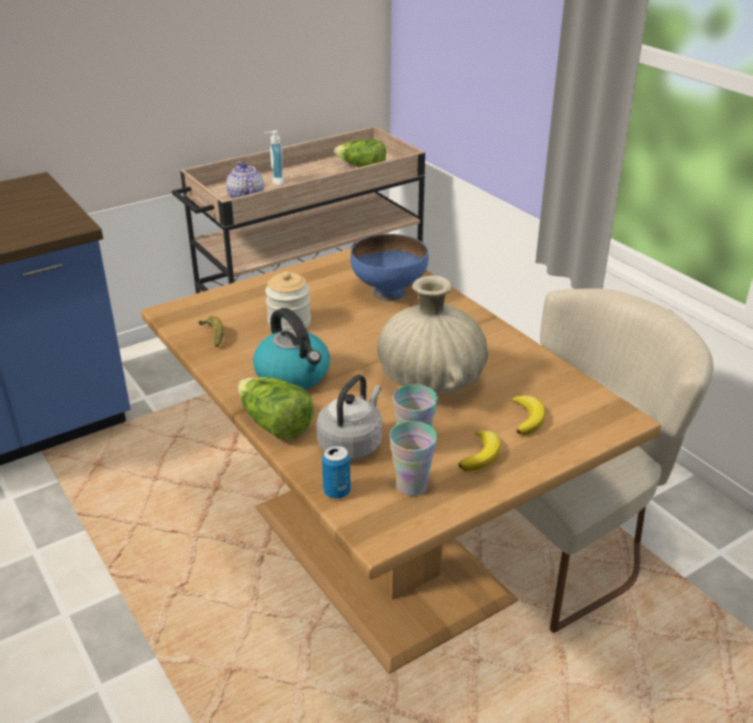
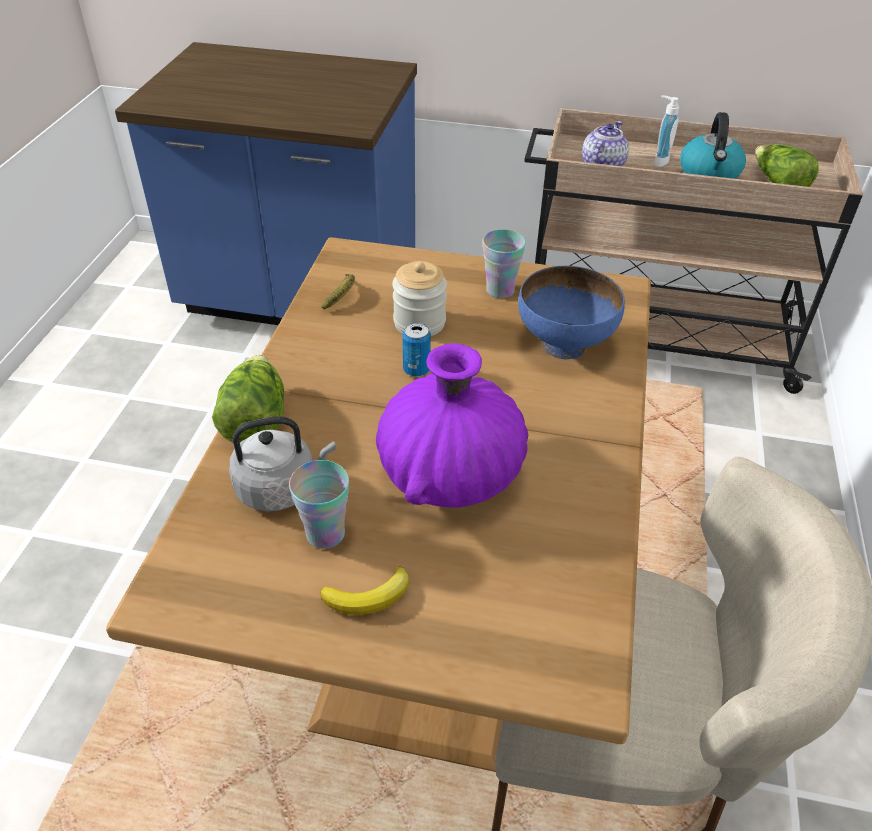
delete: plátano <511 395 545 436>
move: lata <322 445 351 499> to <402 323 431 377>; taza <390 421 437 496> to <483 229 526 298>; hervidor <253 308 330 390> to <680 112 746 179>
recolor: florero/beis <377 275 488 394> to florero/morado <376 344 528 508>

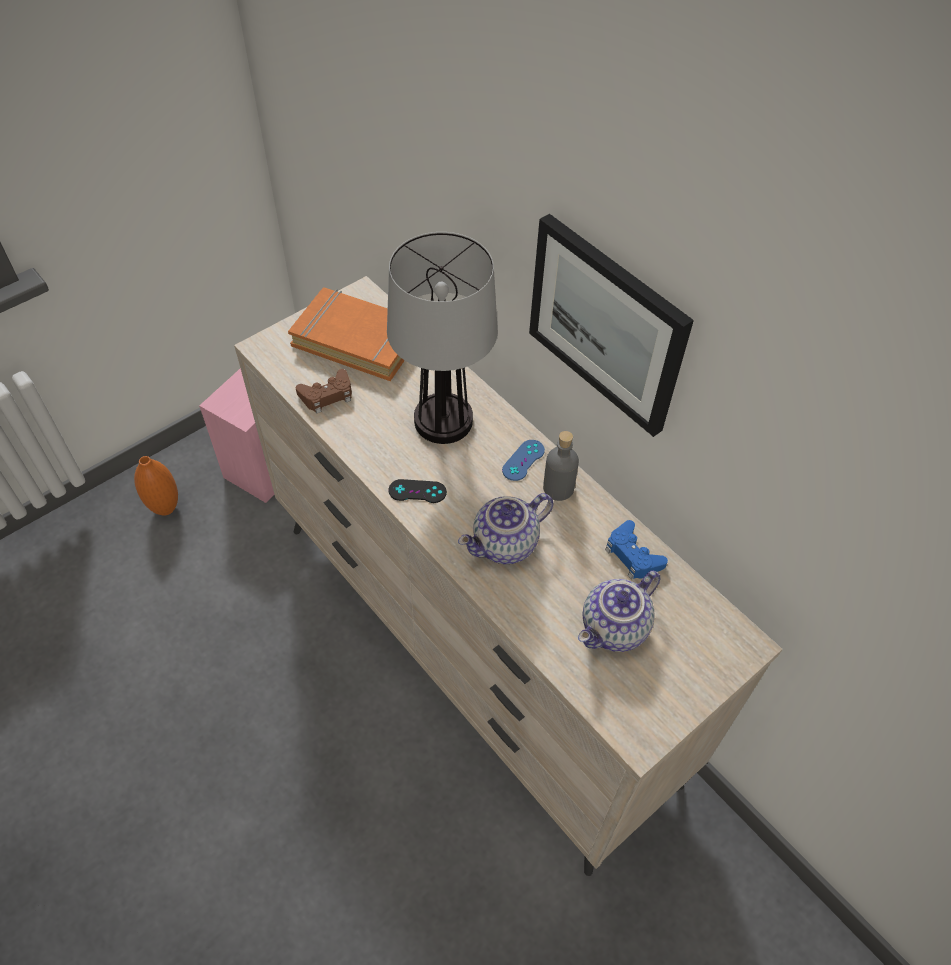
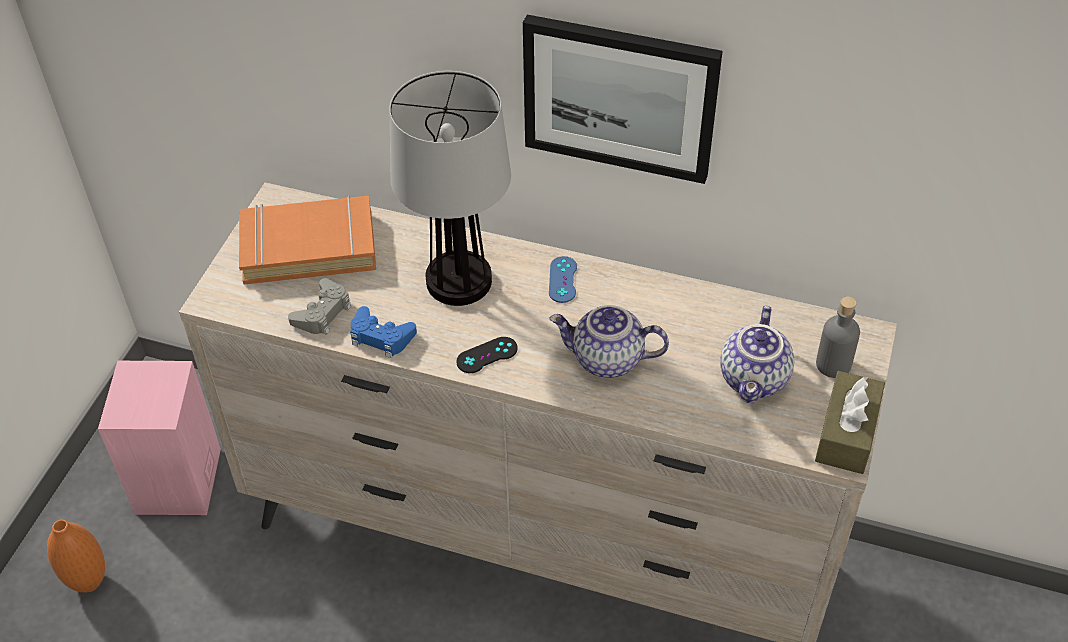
insert: caja de pañuelos/marrón <815 371 885 474>
move: mando de consola/azul <605 520 668 579> to <350 306 417 358>; botella/gris <543 431 579 501> to <816 296 860 378>
recolor: mando de consola/marrón <296 369 352 414> to mando de consola/gris <288 278 351 335>
rotate: tetera <458 493 553 564> = <549 305 669 378> 75 degrees clockwise

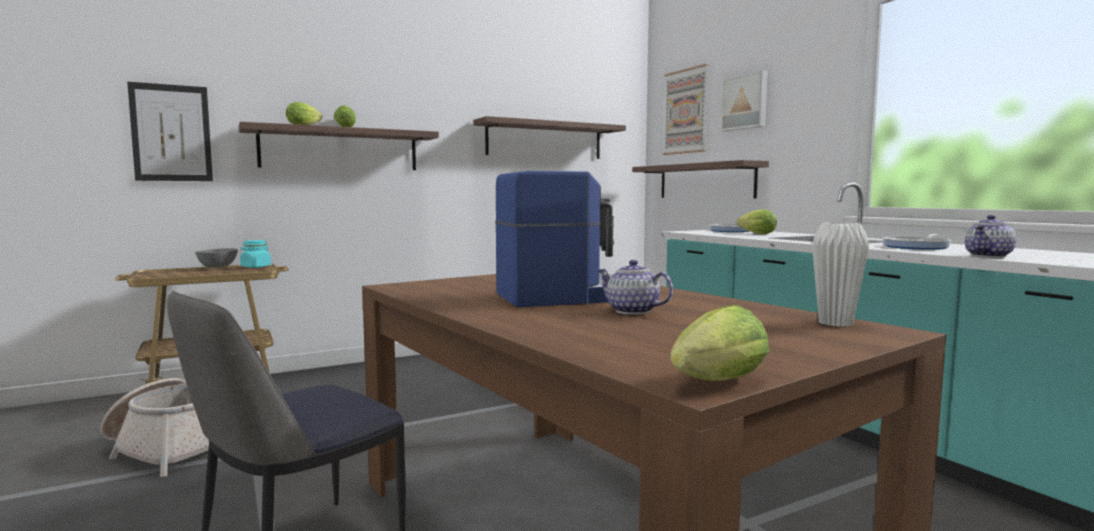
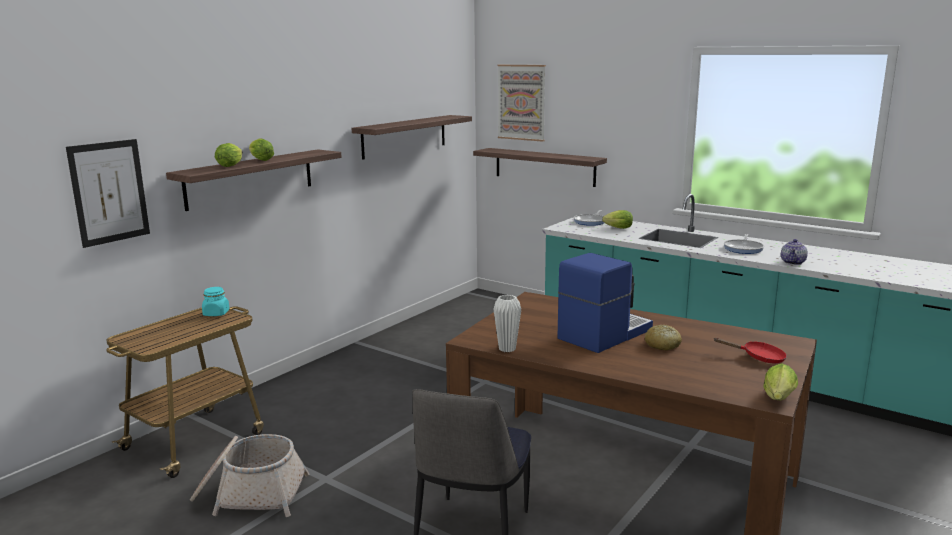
delete: cuenco/gris <195 248 238 268>; cuadro <720 70 768 131>
insert: sartén/rojo <713 338 787 363>
move: florero/blanco <812 222 869 327> to <493 295 521 352>
replace: tetera <597 260 673 315> to pan <645 325 682 350>

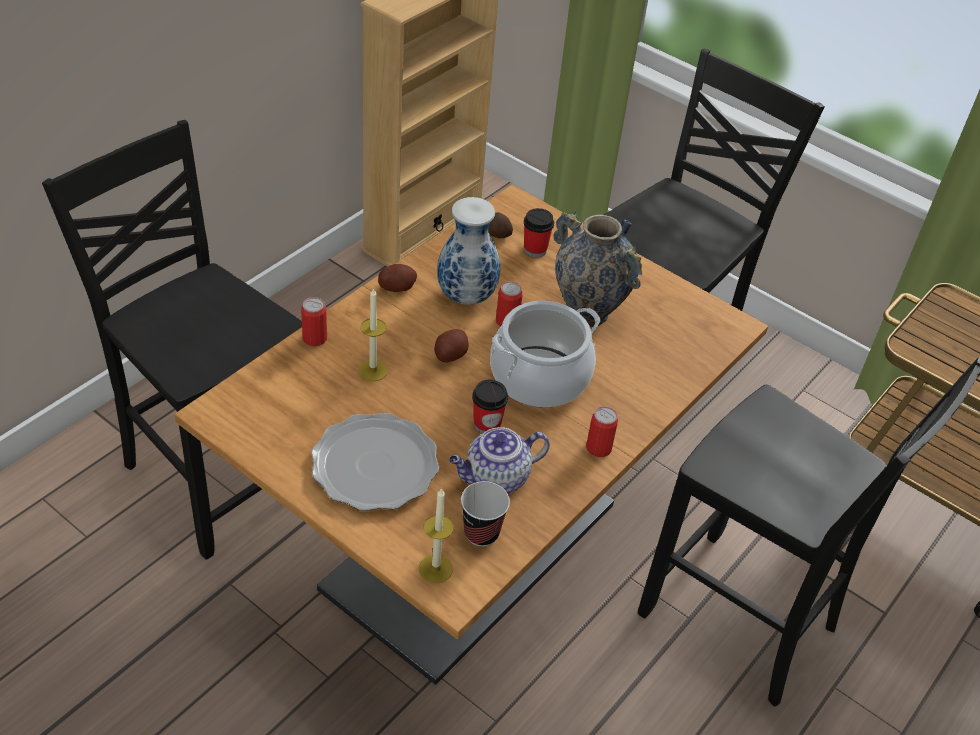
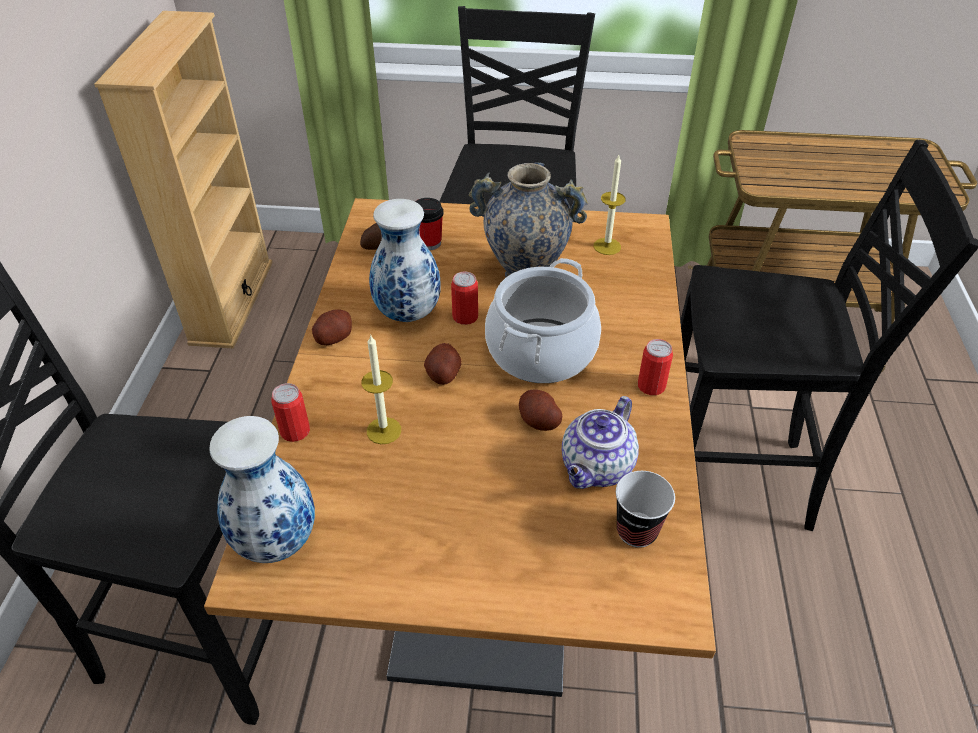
delete: plato <311 413 439 511>
insert: florero <209 416 315 563>
move: vela <419 488 454 583> to <594 155 626 255>
replace: taza <472 379 508 434> to patata <519 389 562 431>

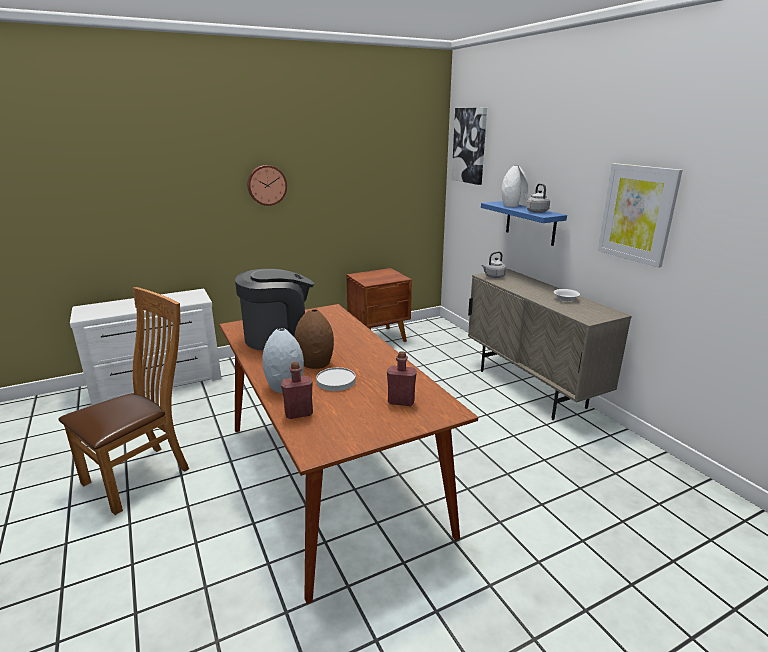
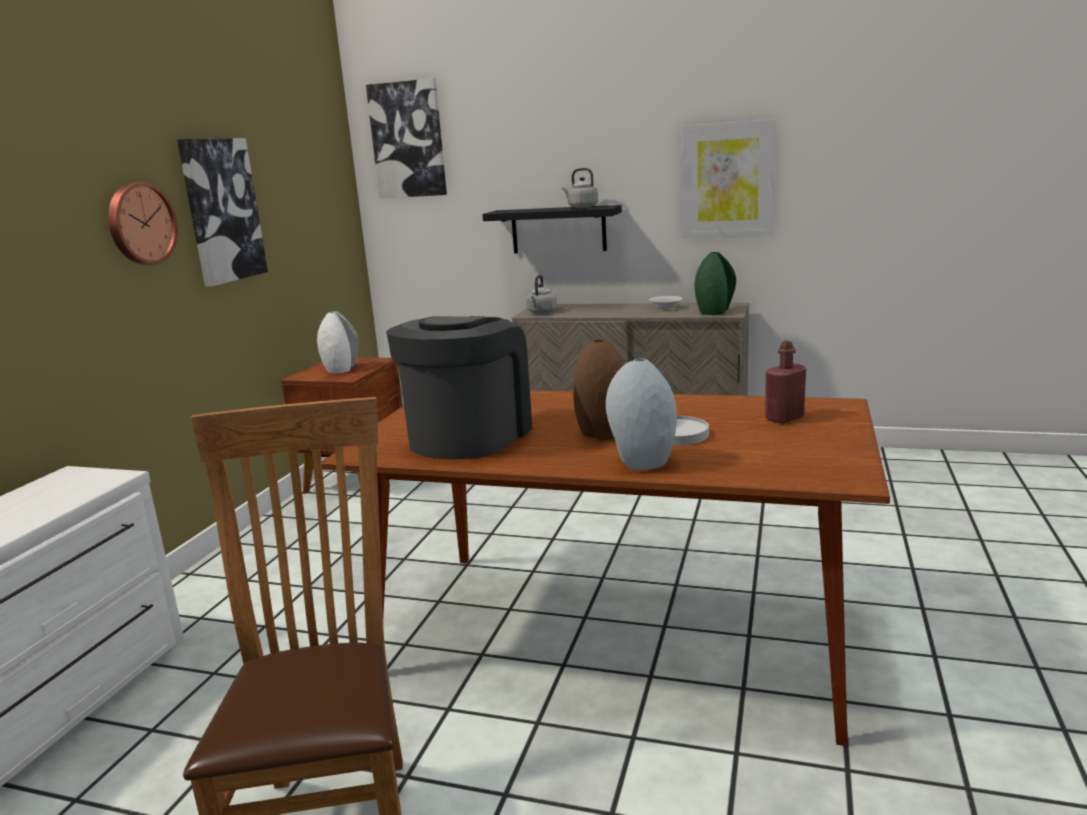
delete: botella/rojo <281 362 313 419>
insert: cuadro <177 138 268 287>; florero/verde <694 252 736 315>
move: florero/blanco <501 165 528 207> to <317 311 359 374>
recolor: estante/azul <481 201 567 246> to estante/negro <482 205 622 253>

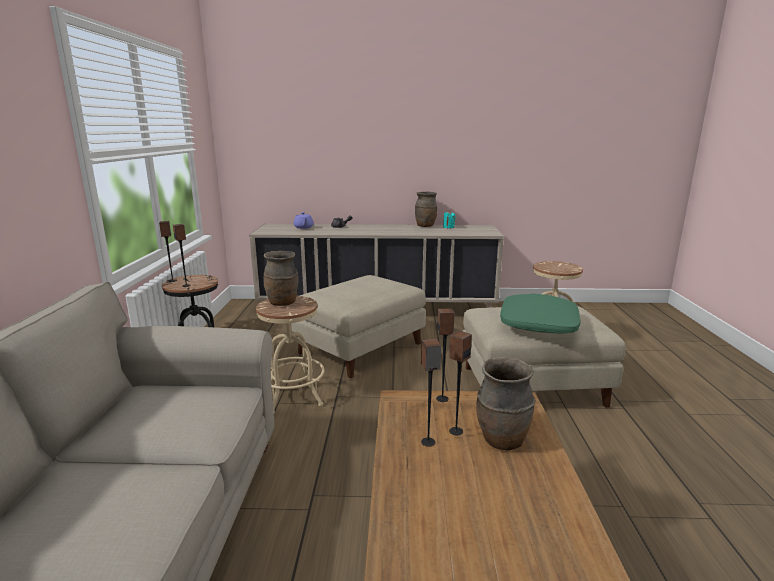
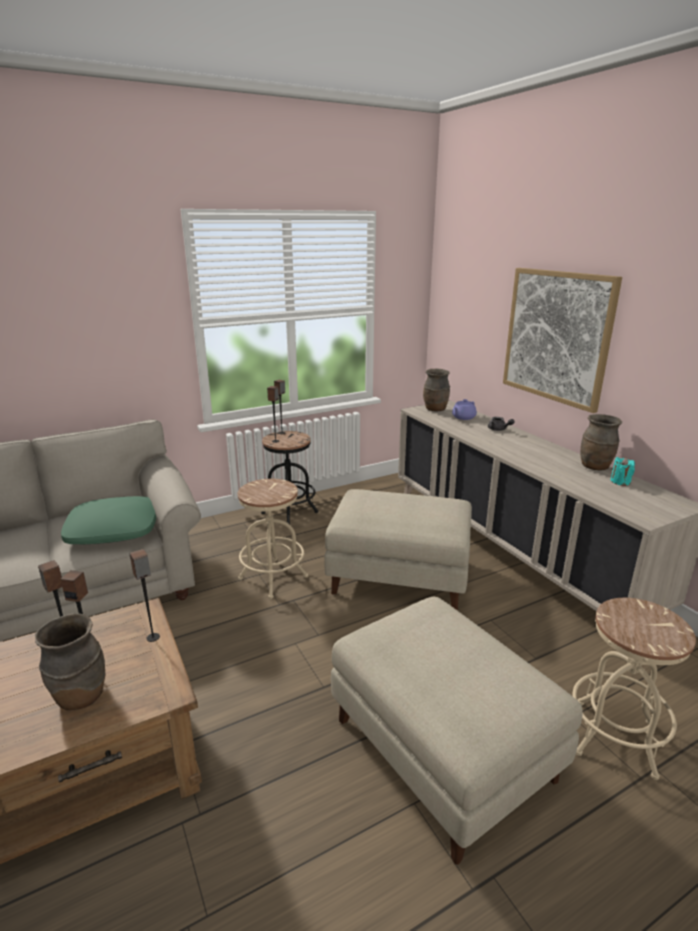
insert: cuadro <503 268 622 413>
move: cojín/verde <500 294 580 334> to <61 496 156 545>; florero/marrón <263 251 299 306> to <423 368 450 412>

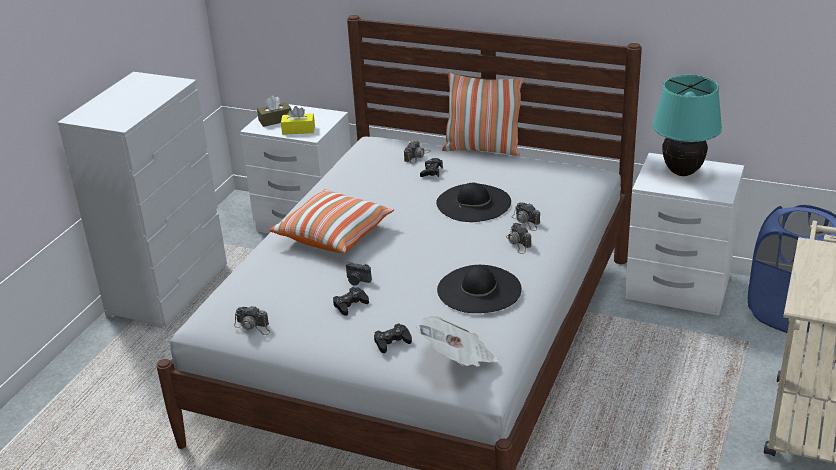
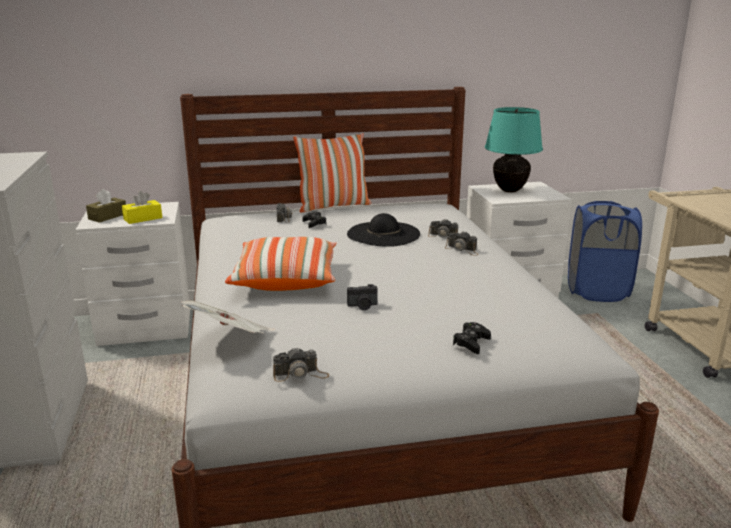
delete: mando de consola/negro <333 287 369 316>; sombrero/negro <437 265 522 313>
move: periódico <416 316 498 367> to <180 301 275 333>

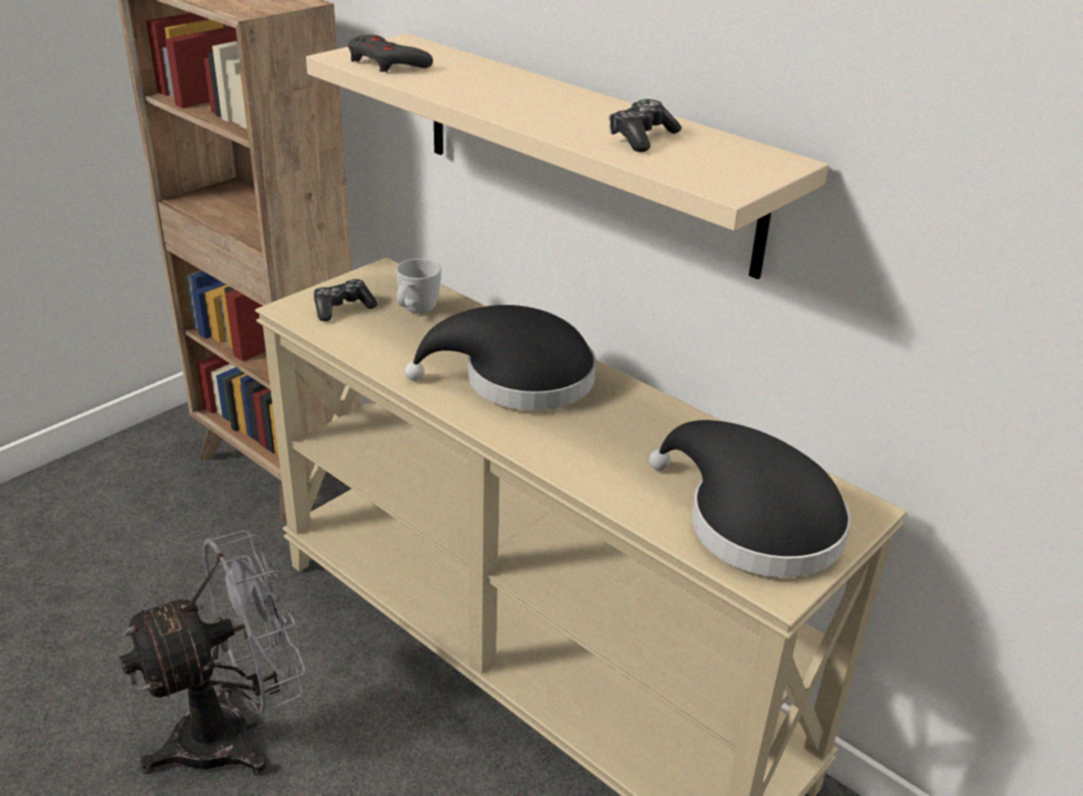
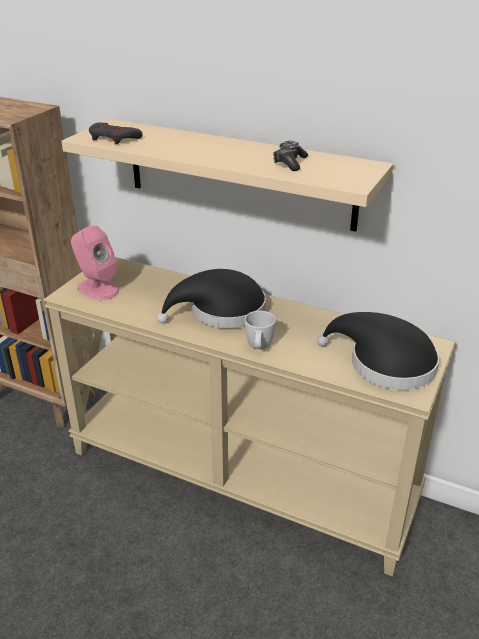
delete: ventilador/gris <119 530 306 775>
move: taza grande/blanco <396 259 441 313> to <244 311 276 349>
replace: mando de consola <314 279 378 321> to altavoz/rosa <71 225 119 300>

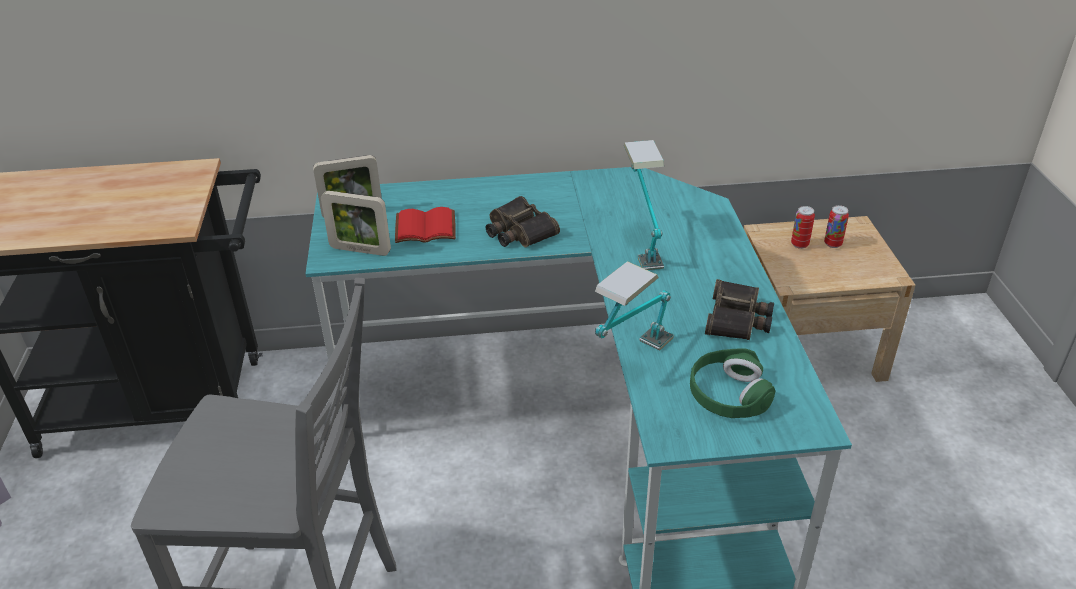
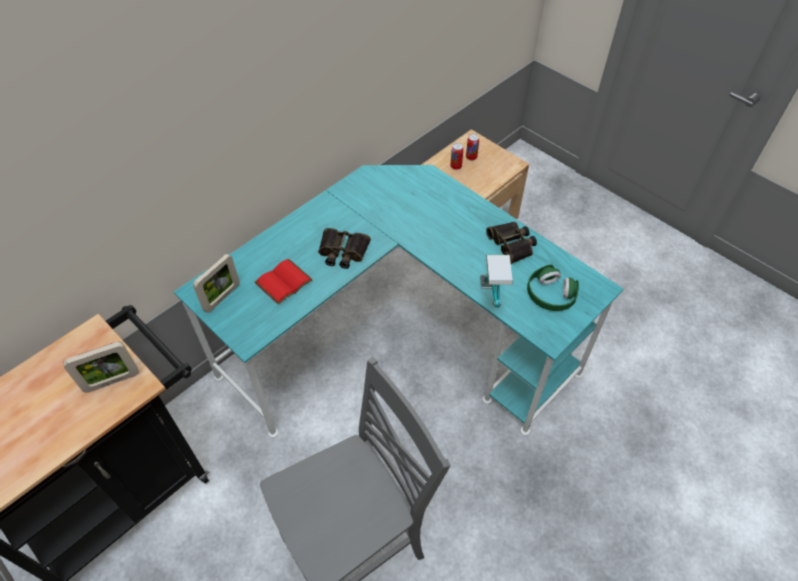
delete: lámpara de mesa <624 140 664 270>
move: portarretratos <321 191 391 256> to <63 342 139 393>

